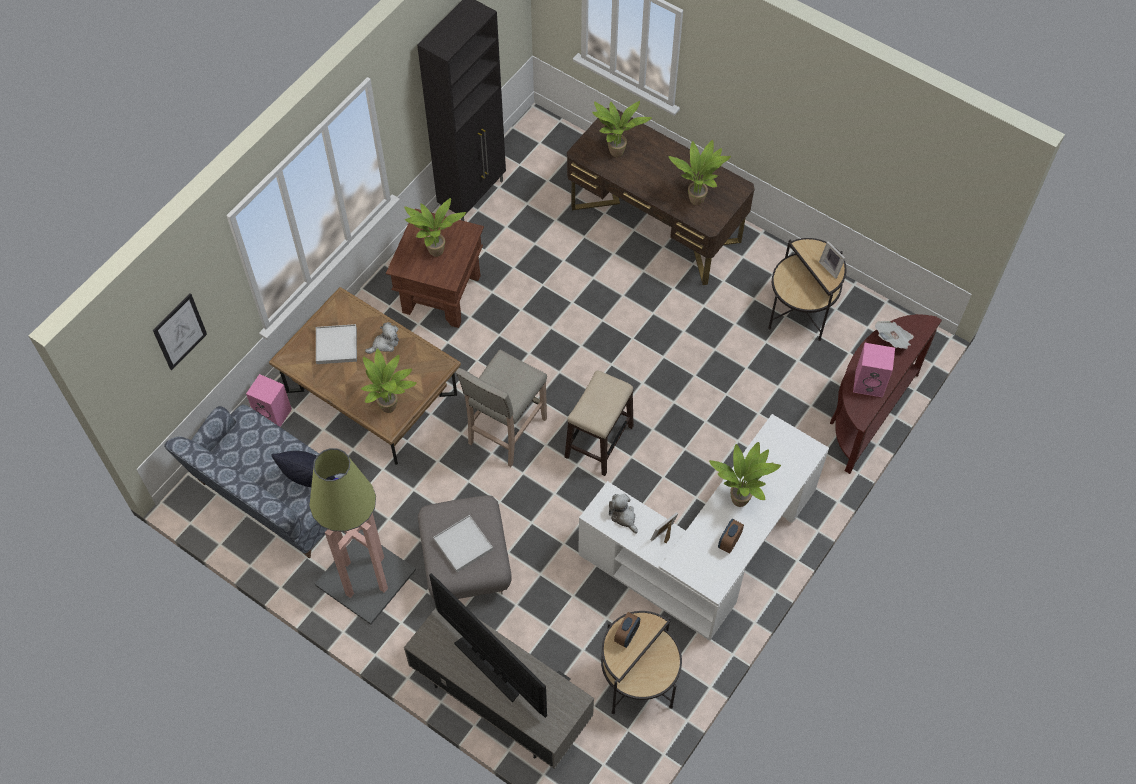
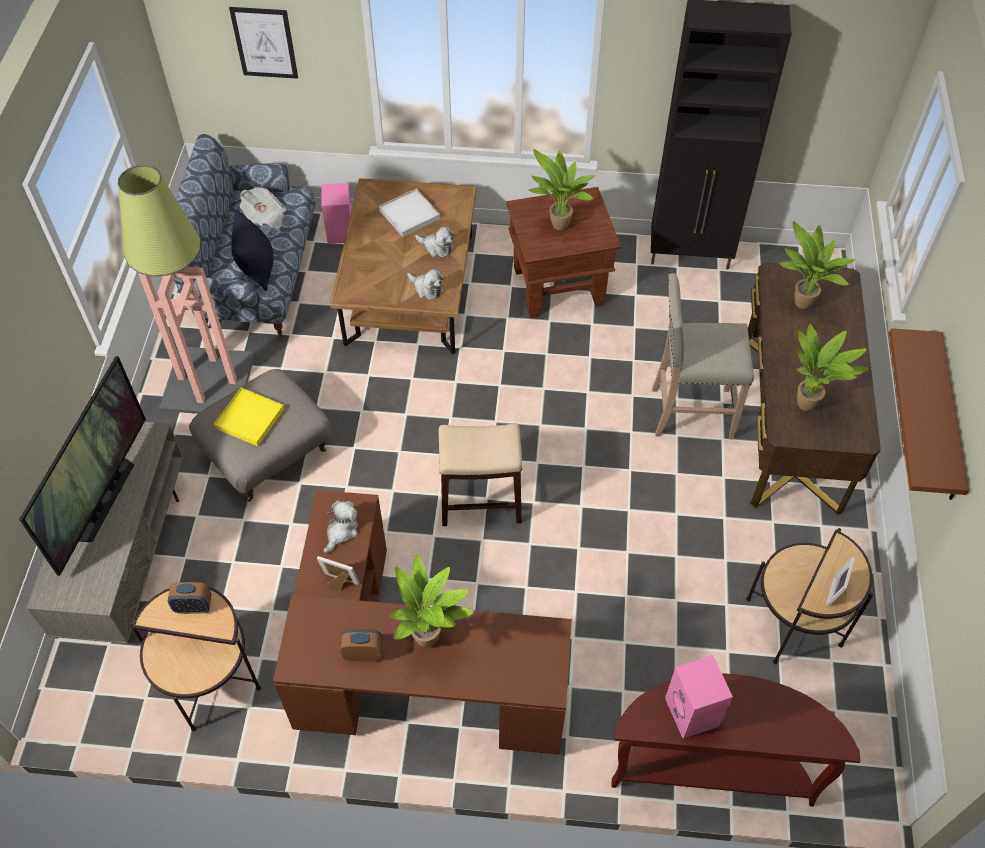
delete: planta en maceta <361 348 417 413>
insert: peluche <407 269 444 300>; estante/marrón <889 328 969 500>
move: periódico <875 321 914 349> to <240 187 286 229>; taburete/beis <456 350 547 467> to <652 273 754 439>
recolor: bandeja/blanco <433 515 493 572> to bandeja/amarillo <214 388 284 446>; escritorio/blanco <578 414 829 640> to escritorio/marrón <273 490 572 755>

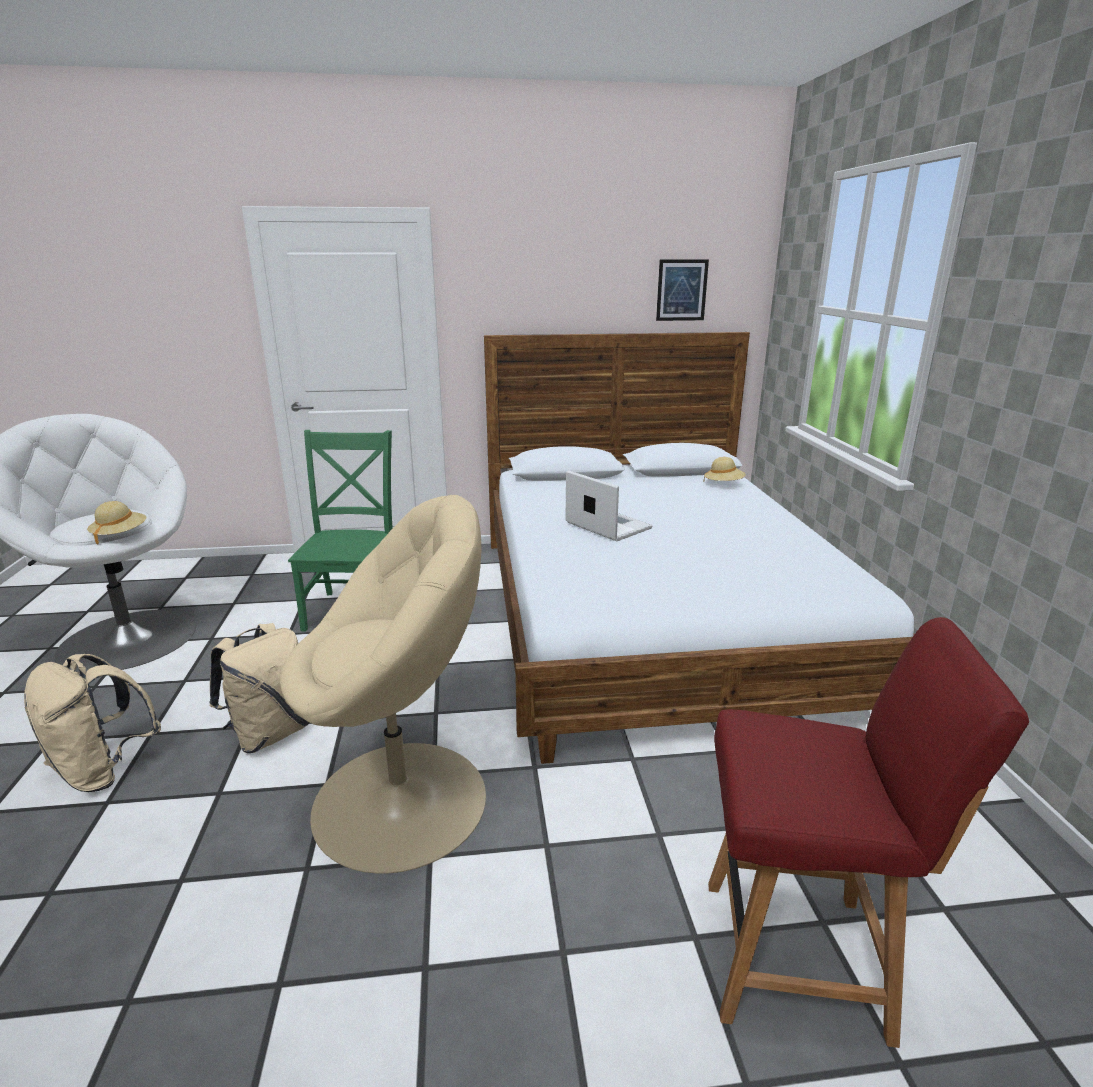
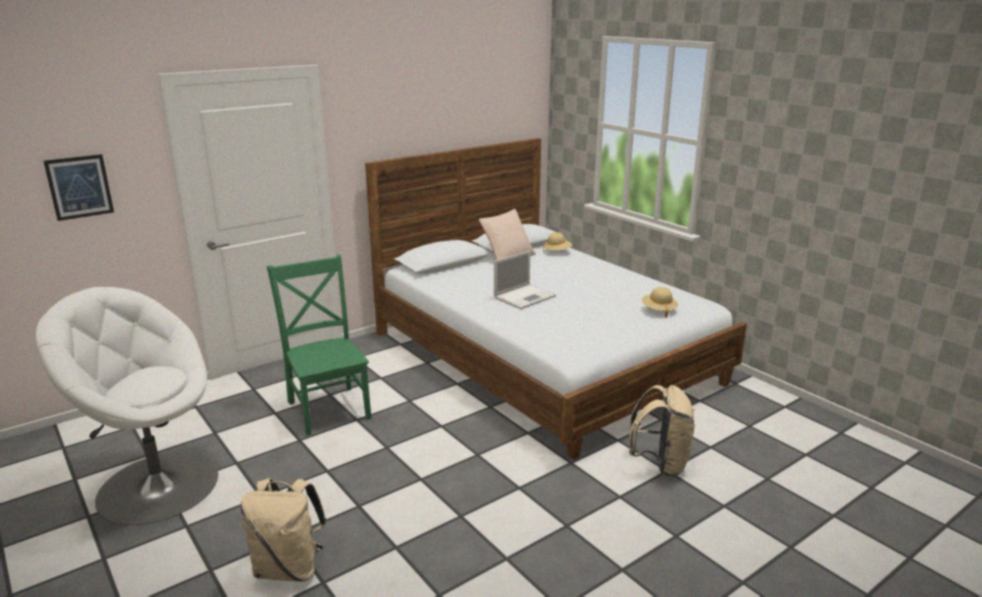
delete: sillón/beis <280 495 486 874>; silla/rojo <708 617 1029 1048>
insert: cojín/beis <479 209 536 260>
move: cuadro <656 259 709 321> to <43 154 114 221>; mochila/beis <209 623 309 753> to <629 385 695 477>; sombrero/beis <87 501 146 545> to <642 287 678 318>
rotate: portátil <566 470 652 542> = <494 250 556 309> 120 degrees clockwise

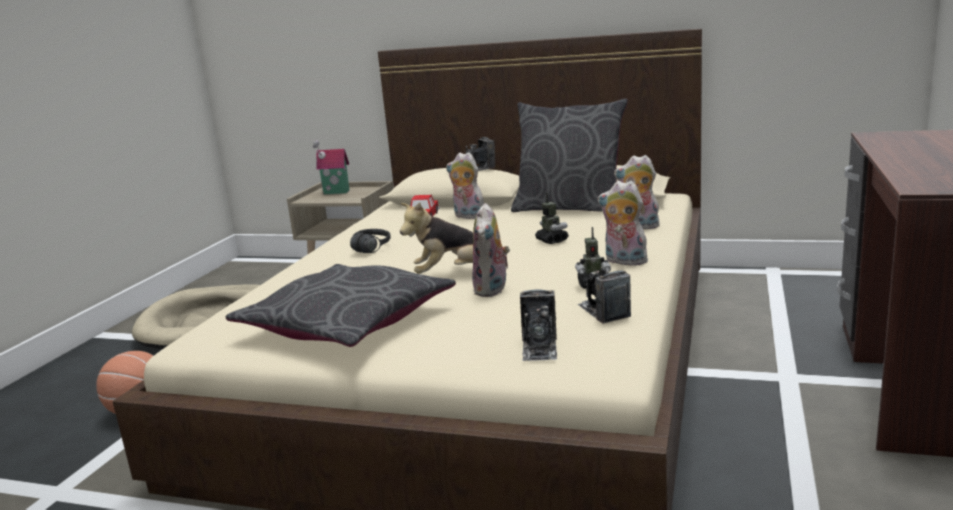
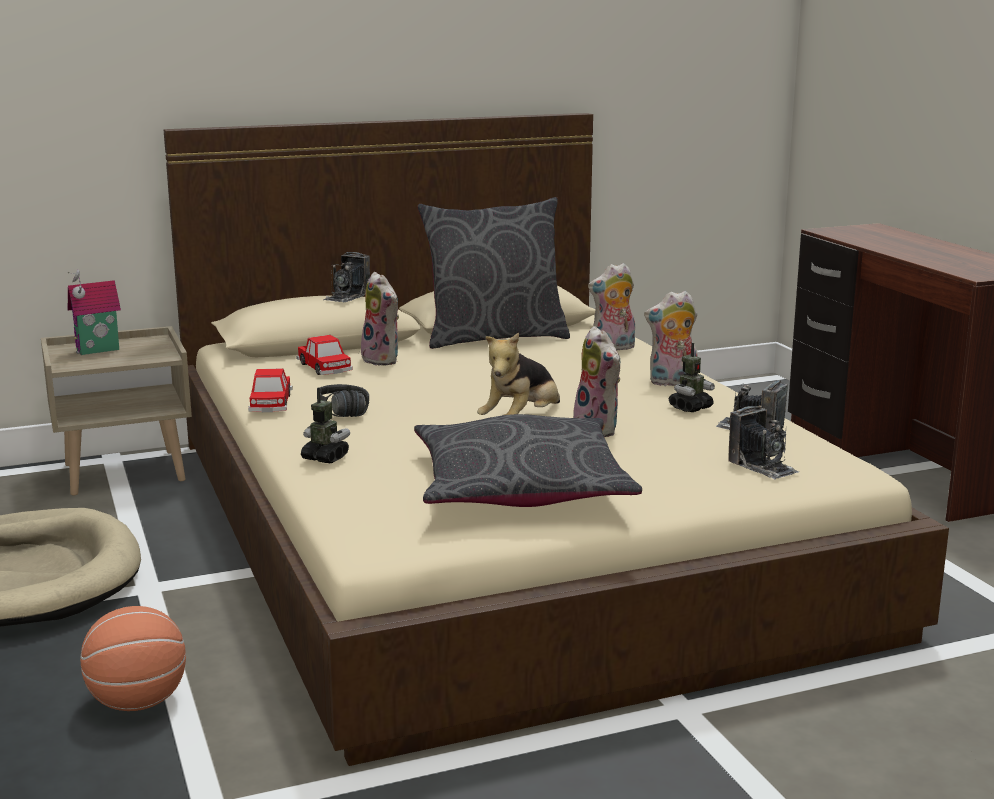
insert: coche de juguete <248 368 293 412>
move: robot de juguete <535 193 569 244> to <301 387 350 463>
rotate: peluche <446 152 484 219> = <359 272 399 366> 120 degrees counterclockwise

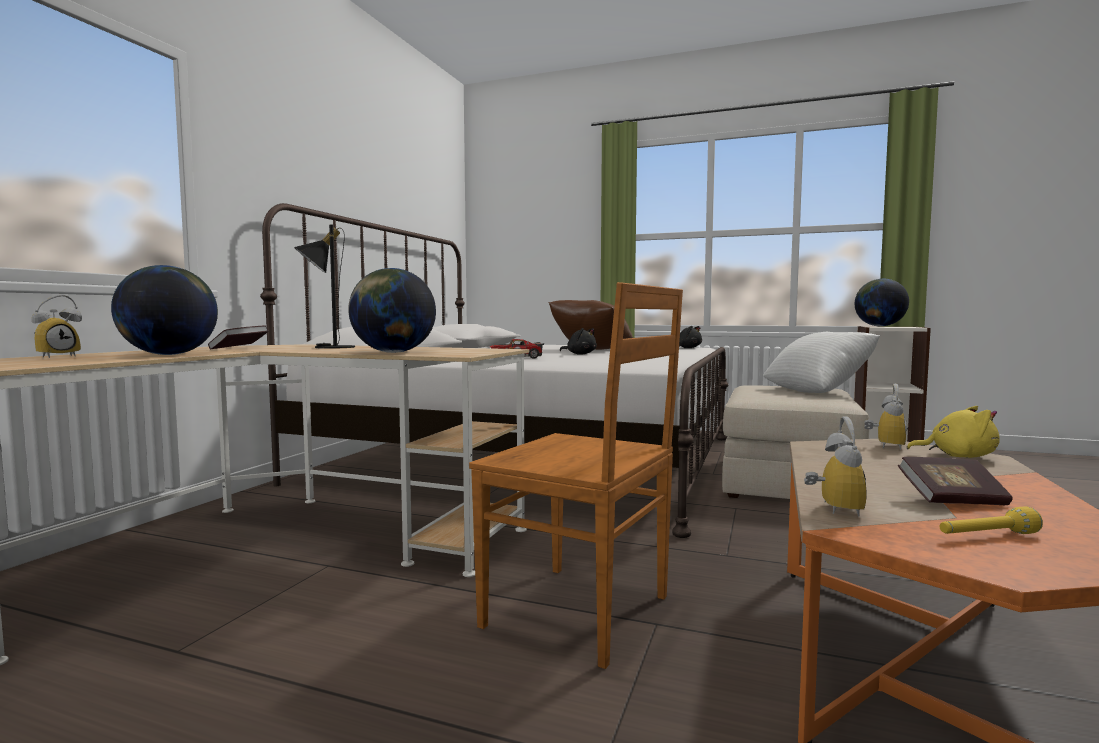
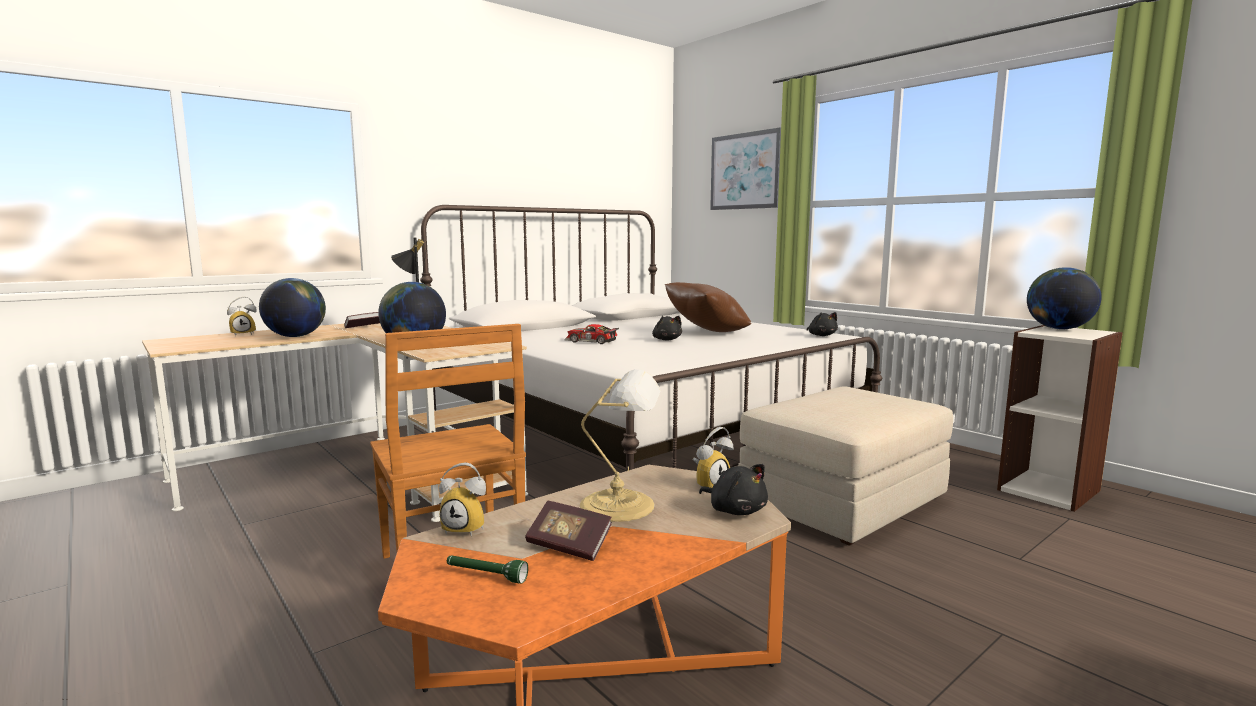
delete: cojín/blanco <763 332 880 393>
insert: lámpara de mesa <580 369 661 522>; cuadro <710 127 781 210>
recolor: linterna/amarillo <939 506 1043 534> to linterna/verde <447 555 528 584>; peluche/amarillo <907 406 1000 458> to peluche/negro <699 464 768 515>
rotate: despertador <804 416 867 517> = <439 463 486 537> 60 degrees clockwise

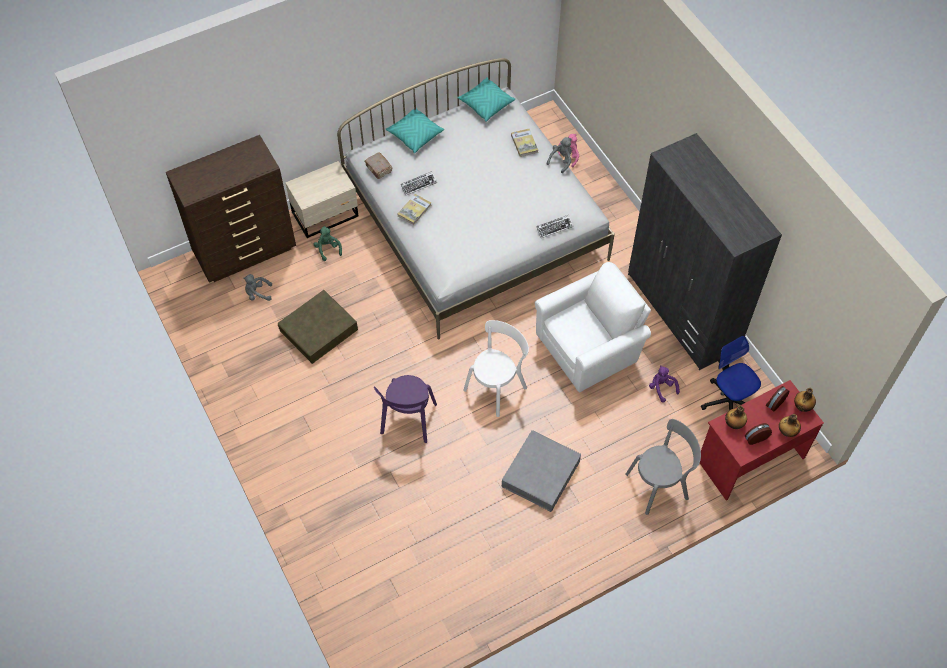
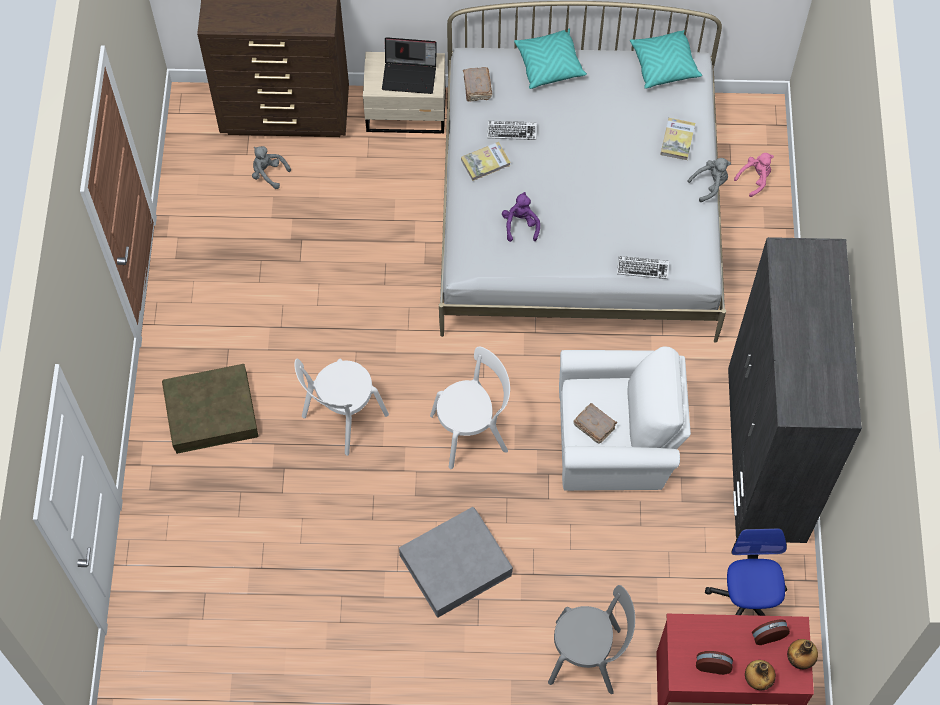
delete: peluche/verde <313 226 342 261>; botella <725 406 747 429>
insert: portátil <382 37 437 94>; libro/marrón <574 403 617 444>
move: caja de almacenaje/marrón <278 290 358 364> to <162 364 259 454>; peluche/morado <649 365 680 402> to <502 192 540 242>
recolor: silla/morado <374 375 437 443> to silla/blanco <294 358 389 456>

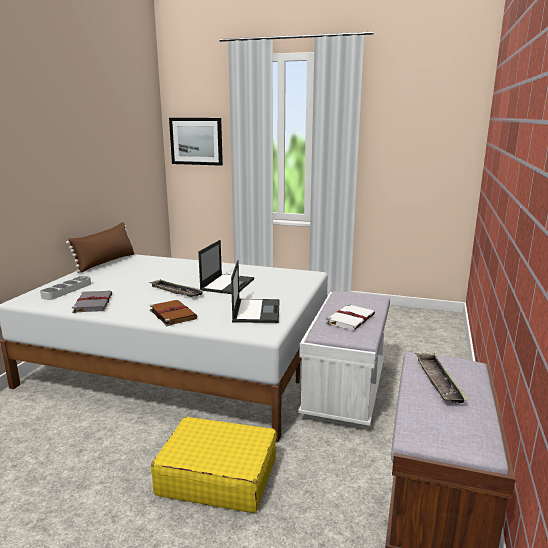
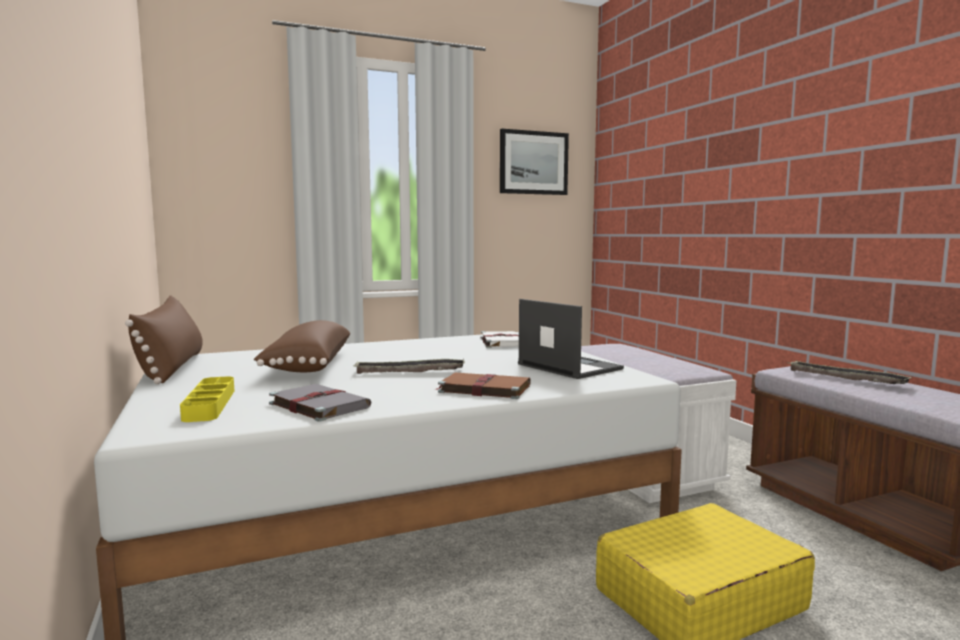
delete: portátil <198 240 254 294>
insert: cojín/marrón <253 320 350 372>
move: libro/blanco <326 304 375 330> to <481 331 519 348>; cuadro <169 118 223 166> to <500 129 569 195>
recolor: bandeja/gris <40 276 91 300> to bandeja/amarillo <180 376 234 422>

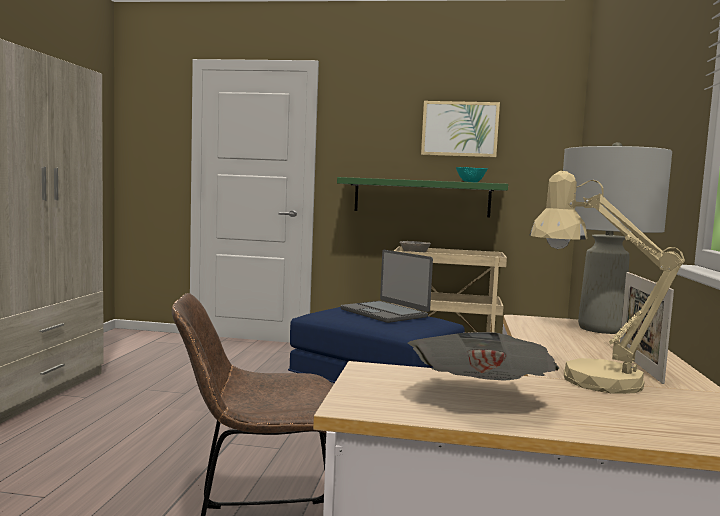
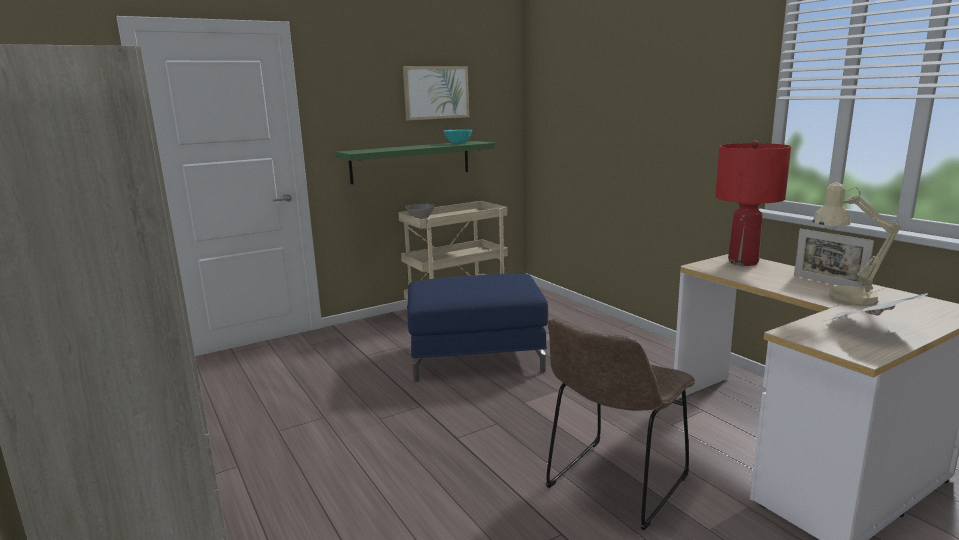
delete: portátil <340 250 433 323>
recolor: lámpara de mesa/gris <563 142 672 334> to lámpara de mesa/rojo <715 141 791 266>

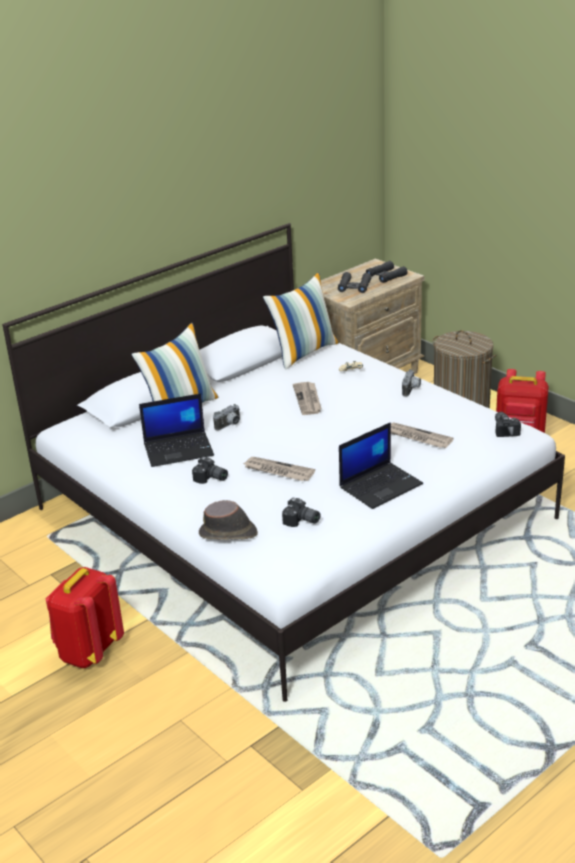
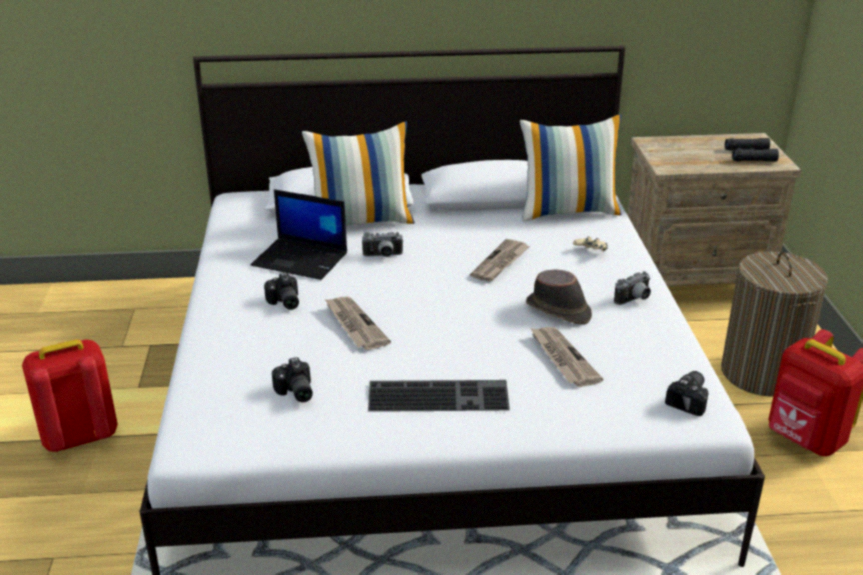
delete: prismáticos/negro <338 272 372 293>
move: sombrero/marrón <199 500 258 540> to <526 269 592 324>
replace: portátil <339 422 423 509> to teclado <368 380 510 412>

